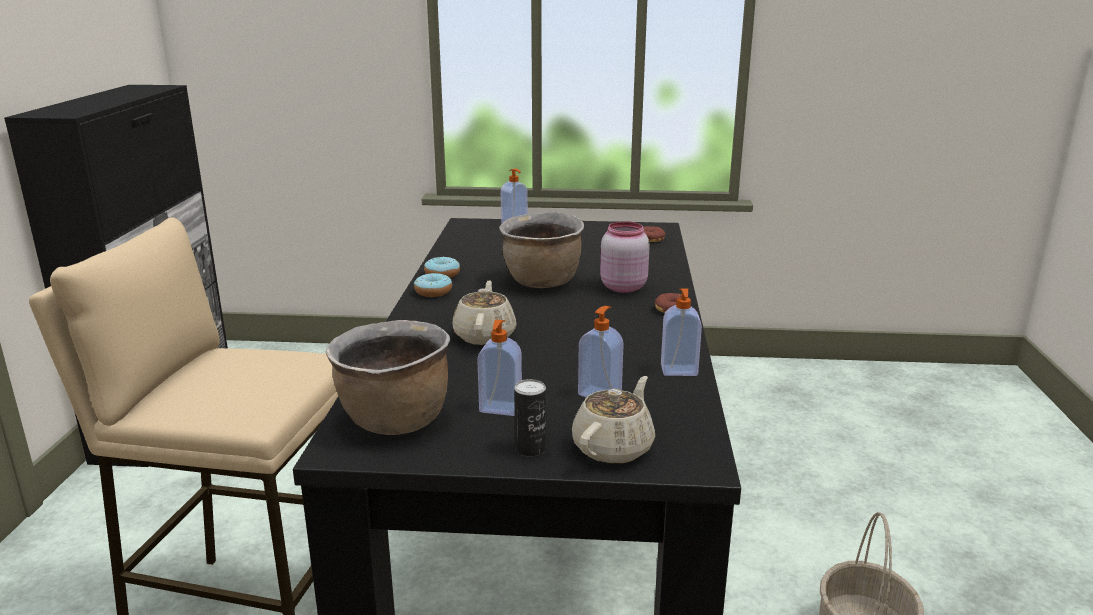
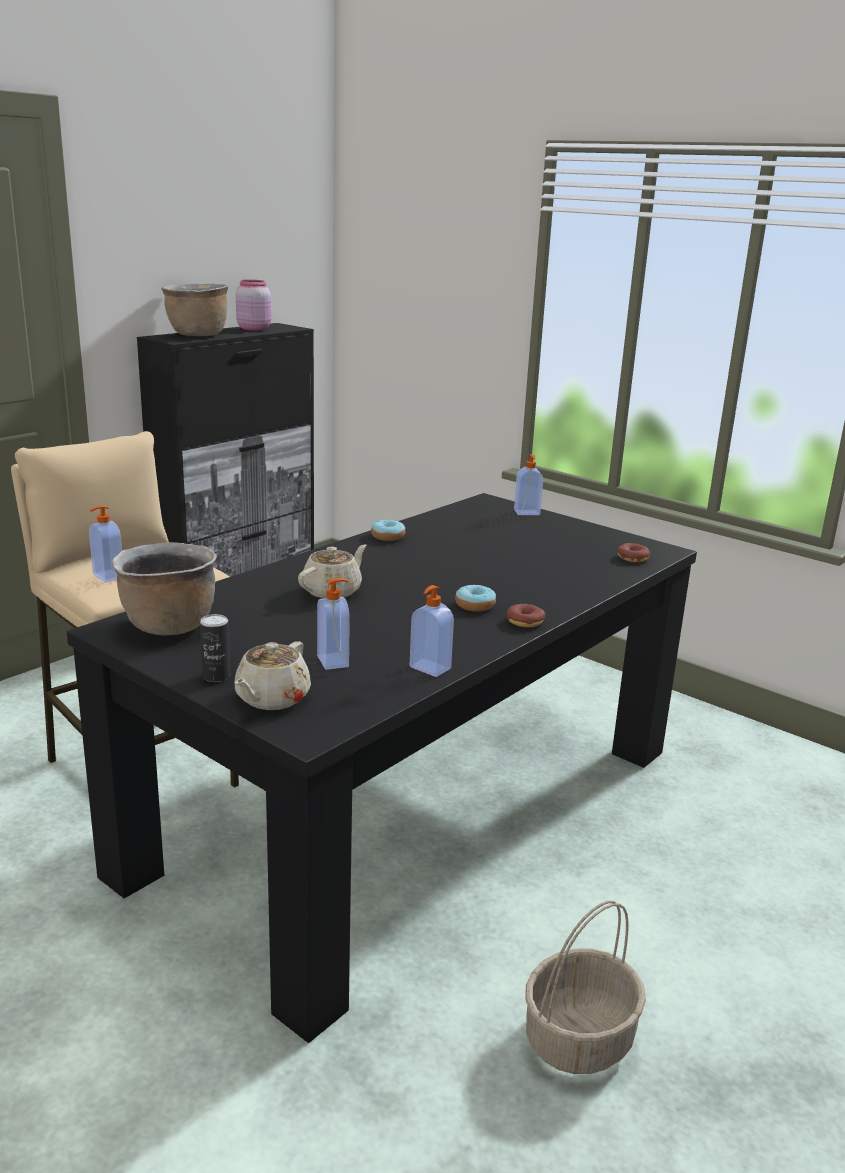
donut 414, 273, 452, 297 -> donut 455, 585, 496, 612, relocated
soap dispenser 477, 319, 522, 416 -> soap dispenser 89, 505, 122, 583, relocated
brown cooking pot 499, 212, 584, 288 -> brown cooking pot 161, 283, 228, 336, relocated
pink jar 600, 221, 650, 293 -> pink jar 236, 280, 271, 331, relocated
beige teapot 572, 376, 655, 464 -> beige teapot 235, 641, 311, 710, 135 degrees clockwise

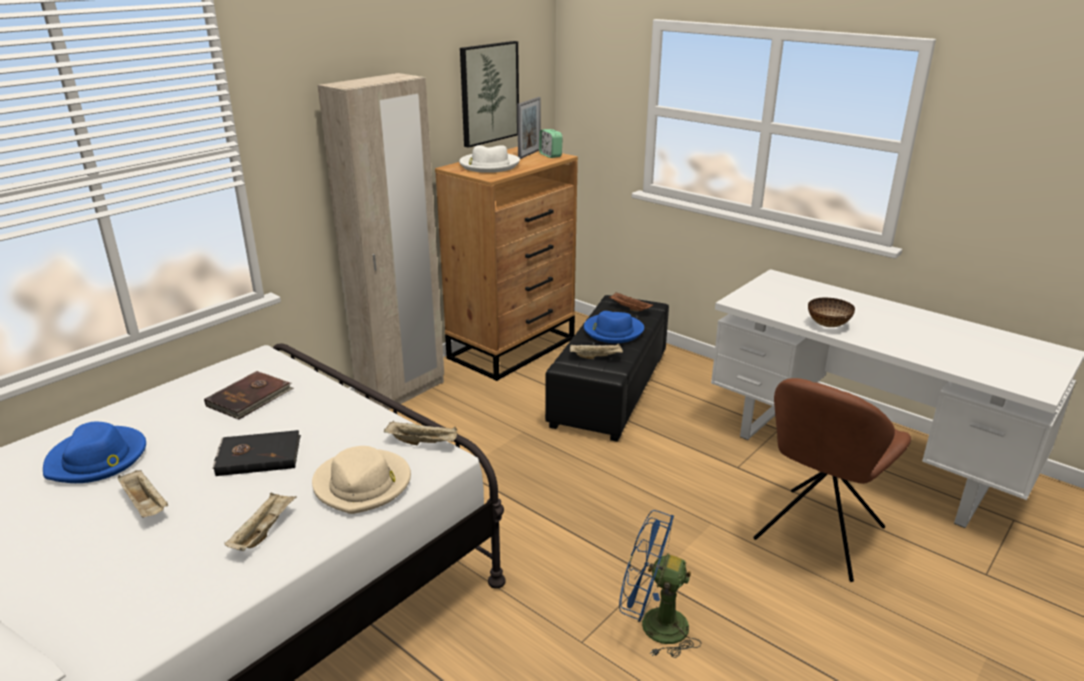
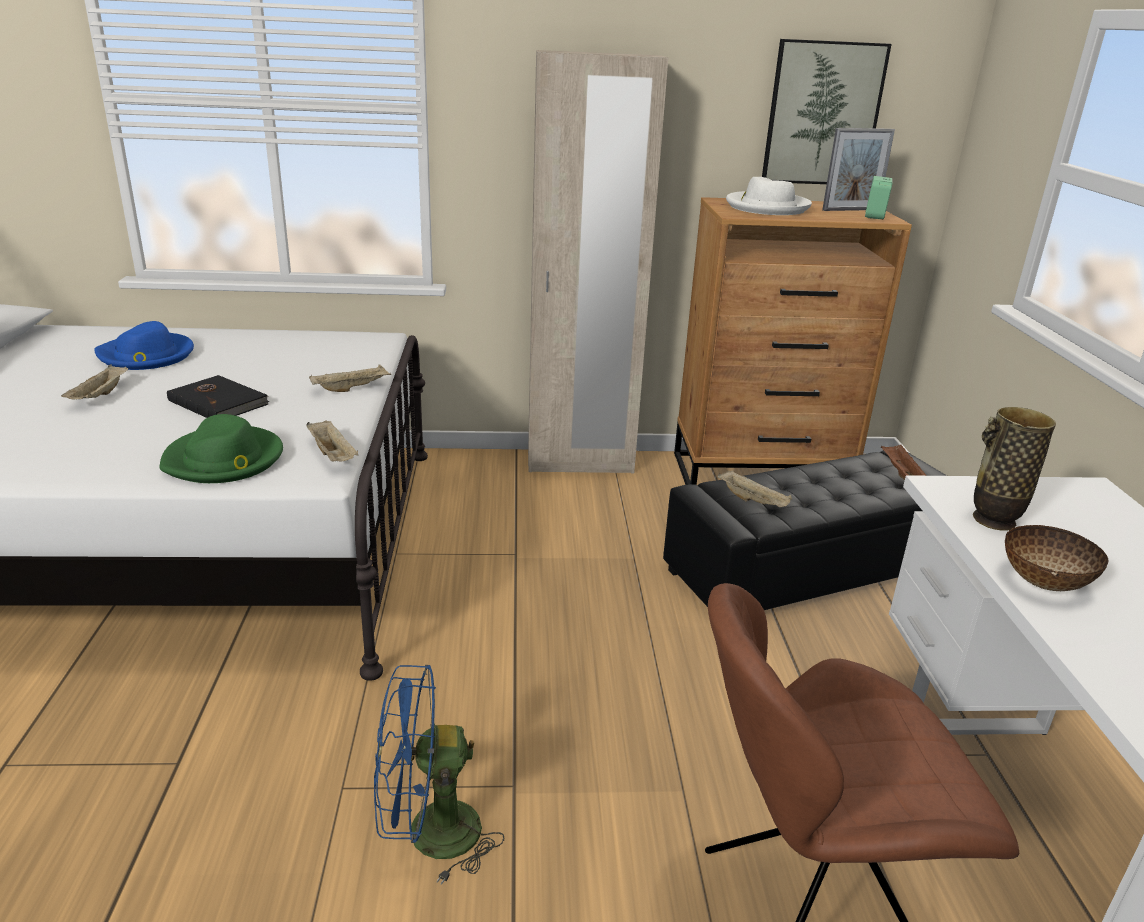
brown book 204, 371, 294, 420 -> none
blue hat 584, 311, 644, 343 -> none
none -> vase 973, 407, 1056, 531
beige tray 224, 492, 297, 551 -> beige tray 309, 364, 391, 392, relocated
beige hat 312, 446, 411, 514 -> green hat 160, 414, 283, 483
blue fan 619, 510, 701, 658 -> blue fan 374, 665, 504, 885, 75 degrees counterclockwise

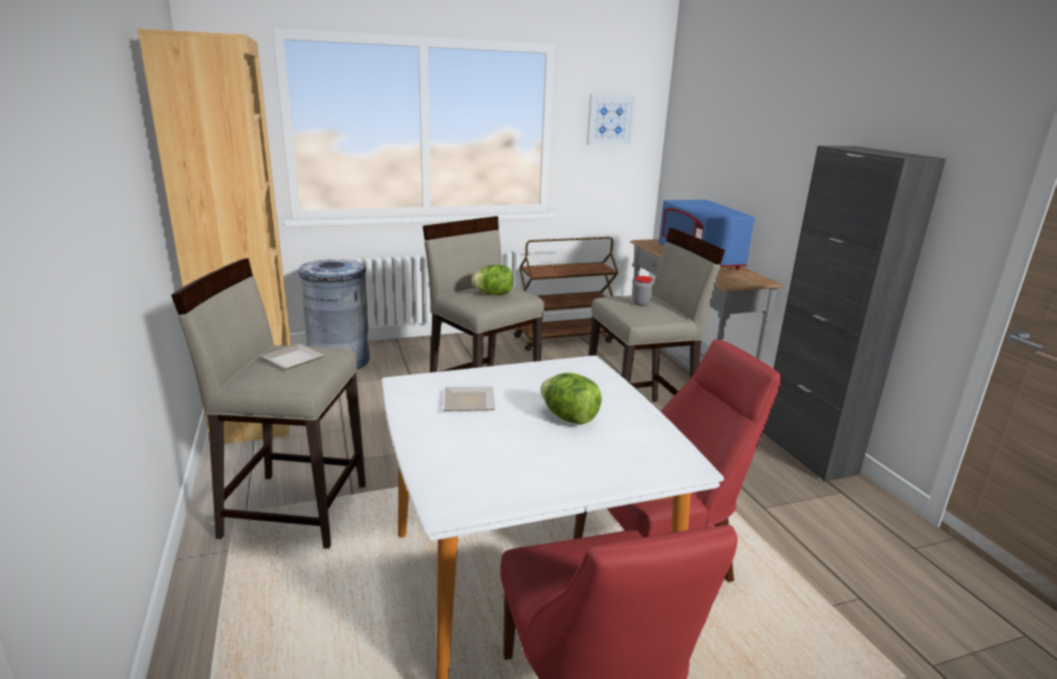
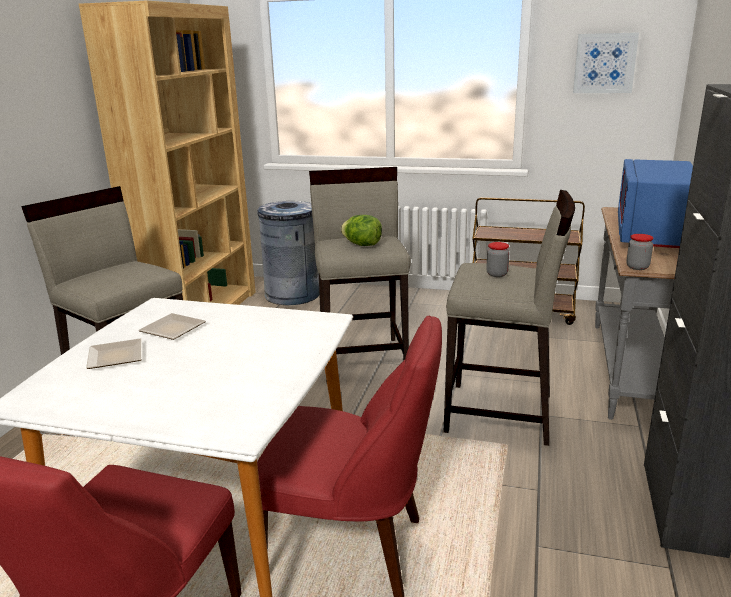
lettuce 541, 373, 602, 425 -> none
none -> jar 626, 234, 653, 270
plate 261, 344, 325, 369 -> plate 86, 338, 142, 369, relocated

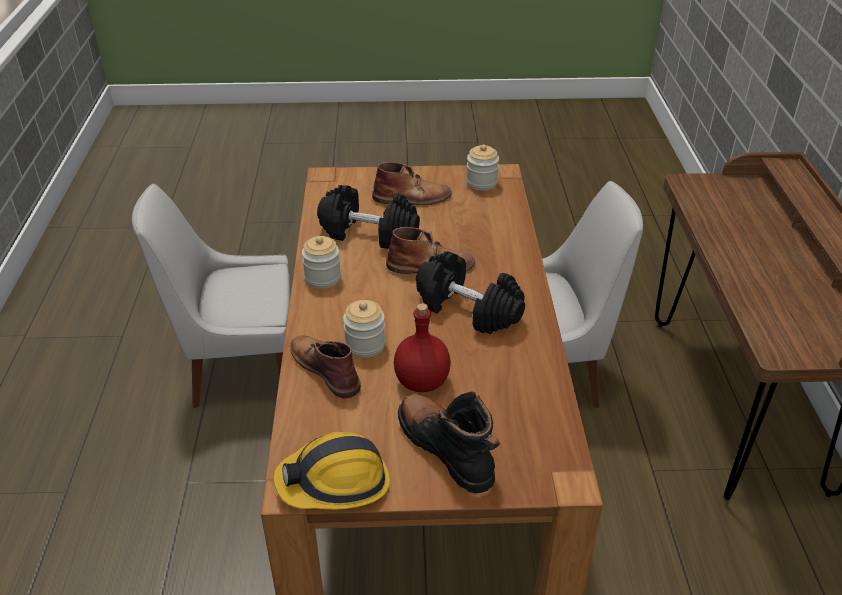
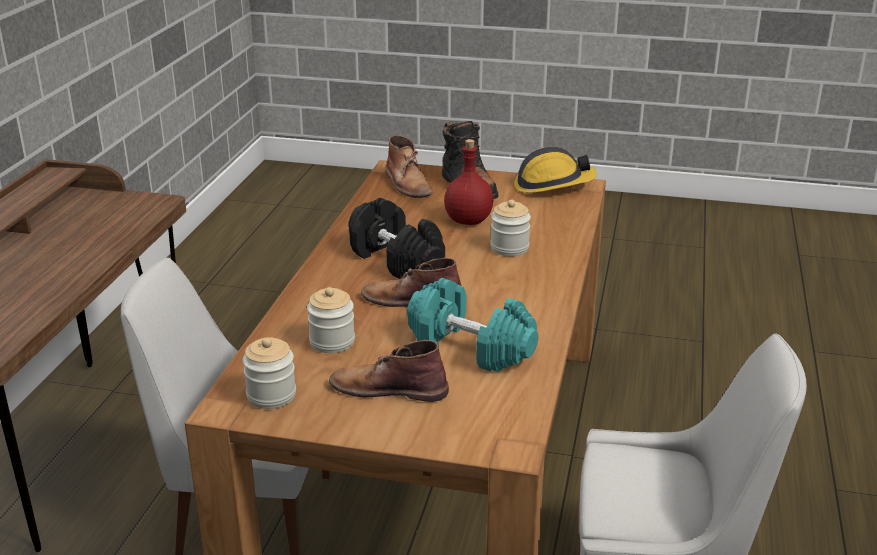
brown boot 290, 335, 361, 398 -> brown boot 385, 135, 433, 198, relocated
jar 302, 236, 341, 289 -> jar 307, 287, 355, 353, relocated
black dumbbell 317, 185, 420, 249 -> turquoise dumbbell 407, 278, 538, 372

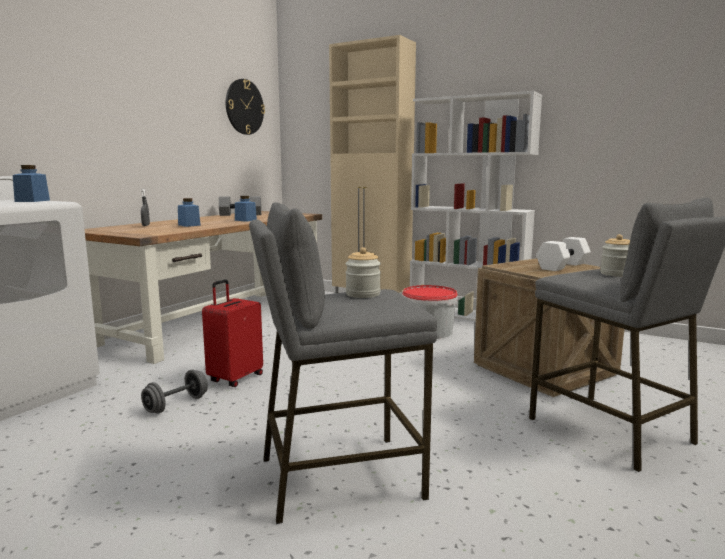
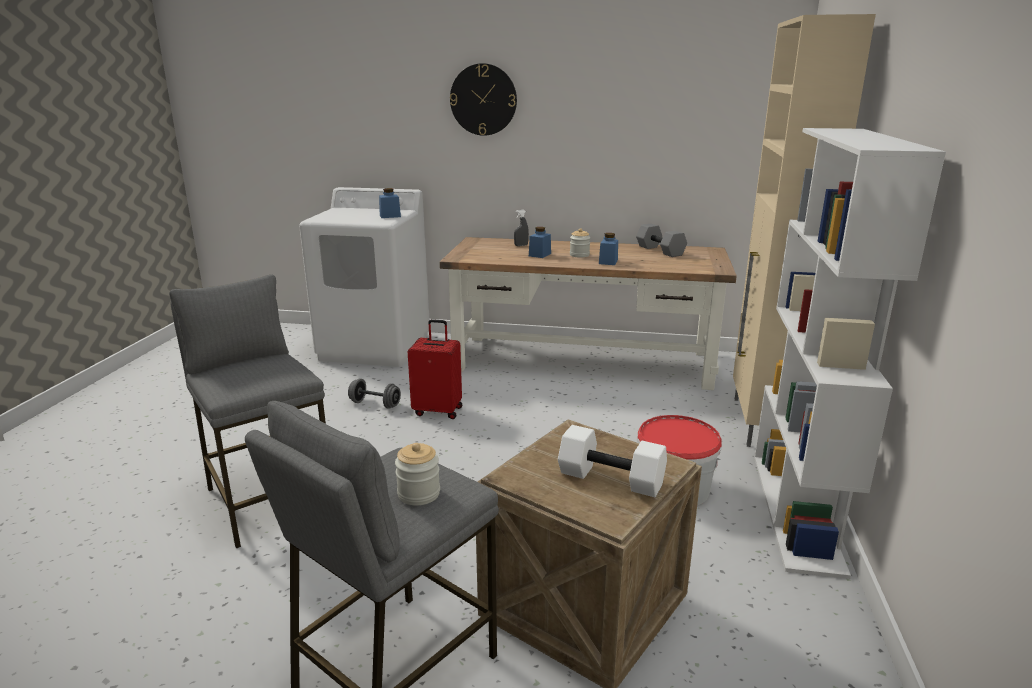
wall clock 226, 79, 265, 135 -> wall clock 450, 63, 517, 136, relocated
jar 345, 247, 381, 298 -> jar 570, 228, 590, 258, relocated

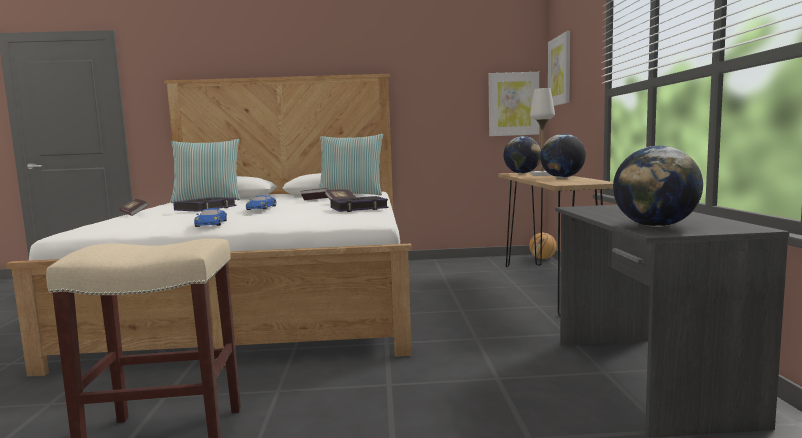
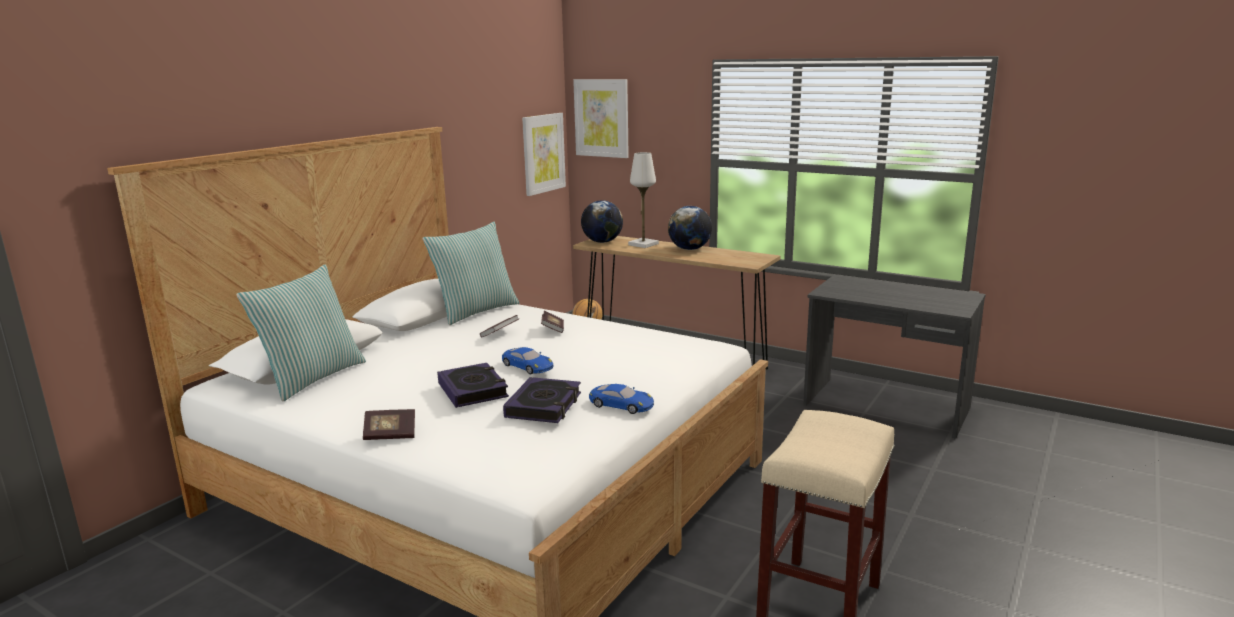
globe 613, 146, 703, 227 -> none
book 330, 196, 388, 212 -> book 503, 377, 581, 423, relocated

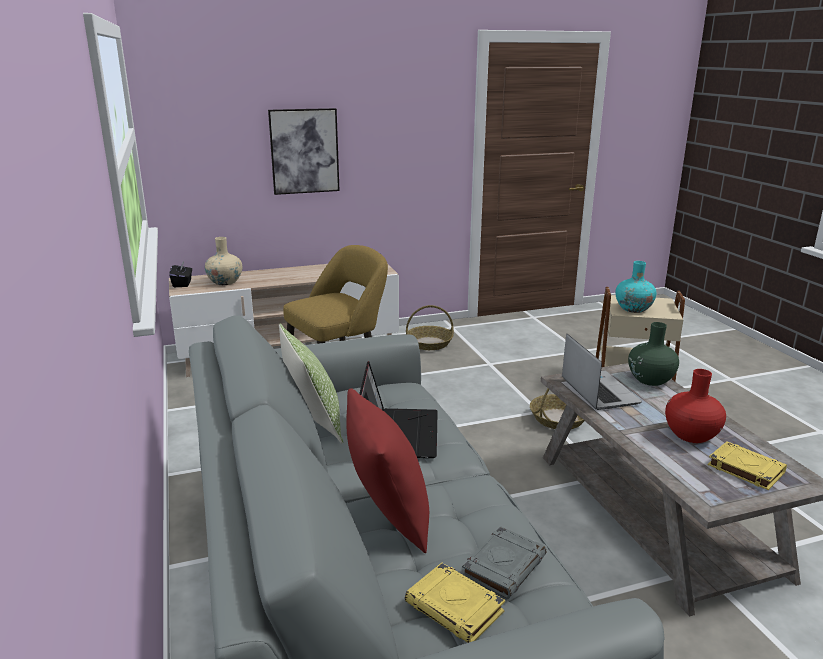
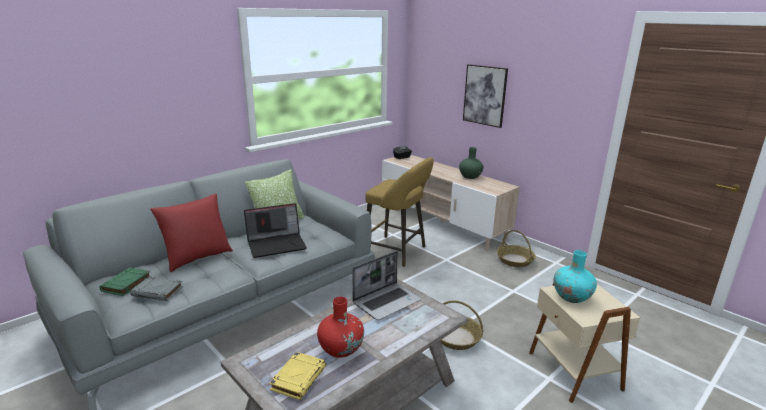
beige vase 205, 237, 242, 285 -> none
green vase 628, 322, 679, 386 -> green vase 459, 147, 483, 179, relocated
yellow book 405, 563, 505, 643 -> green book 99, 267, 151, 296

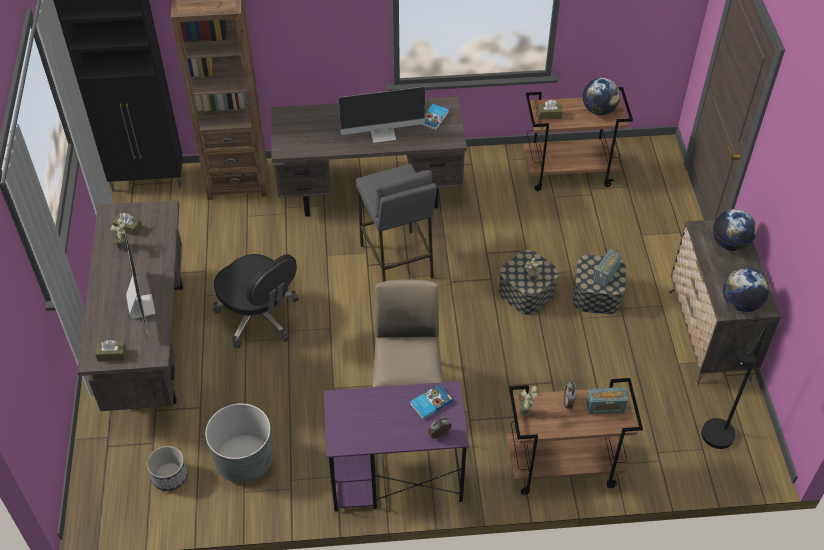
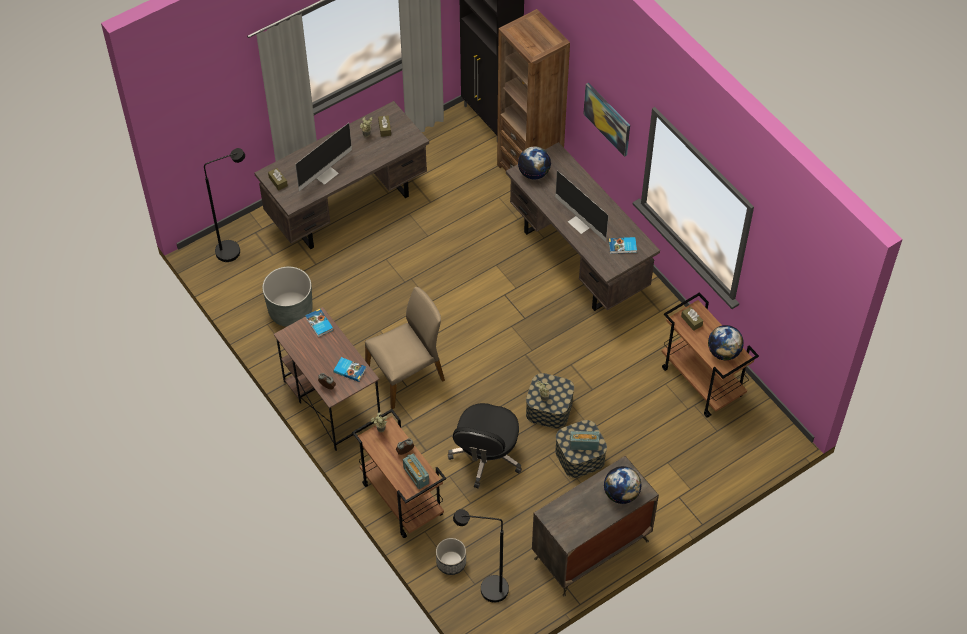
grey stool 356, 164, 437, 282 -> none
none -> black floor lamp 204, 148, 245, 262
none -> book 305, 309, 334, 337
none -> picture 583, 83, 630, 157
planter 147, 446, 188, 491 -> planter 436, 538, 466, 575, relocated
black office chair 213, 254, 299, 348 -> black office chair 448, 403, 522, 489, relocated
globe 723, 268, 769, 312 -> globe 518, 146, 551, 179, relocated
purple desk 324, 381, 469, 511 -> brown desk 274, 307, 381, 451

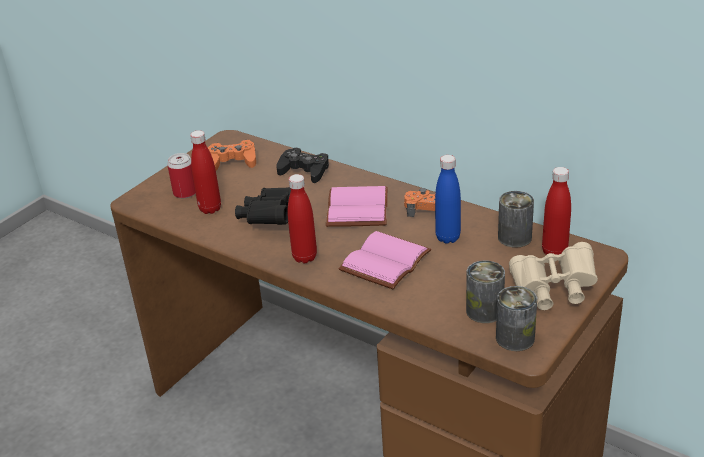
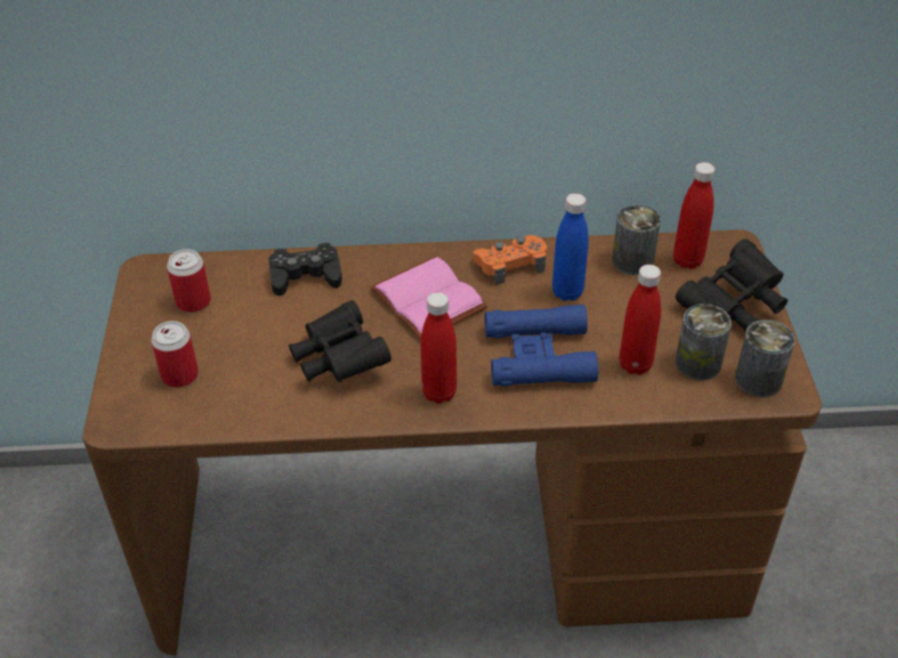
red bottle 190, 130, 221, 214 -> red bottle 619, 264, 661, 375, relocated
orange game controller 208, 140, 256, 170 -> can 167, 249, 211, 313
pink book 339, 231, 431, 289 -> blue binoculars 485, 304, 598, 386
beige binoculars 509, 242, 598, 310 -> black binoculars 676, 239, 788, 332

